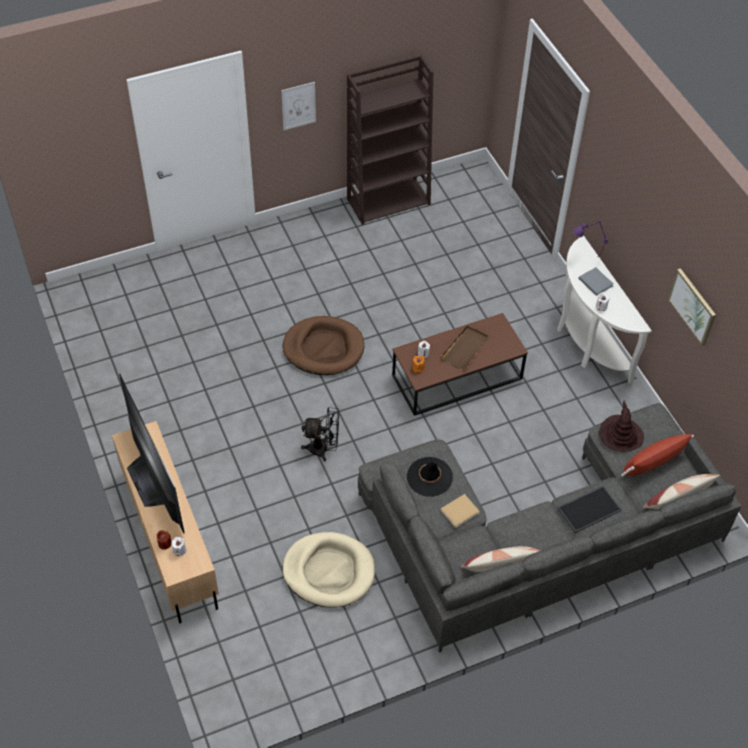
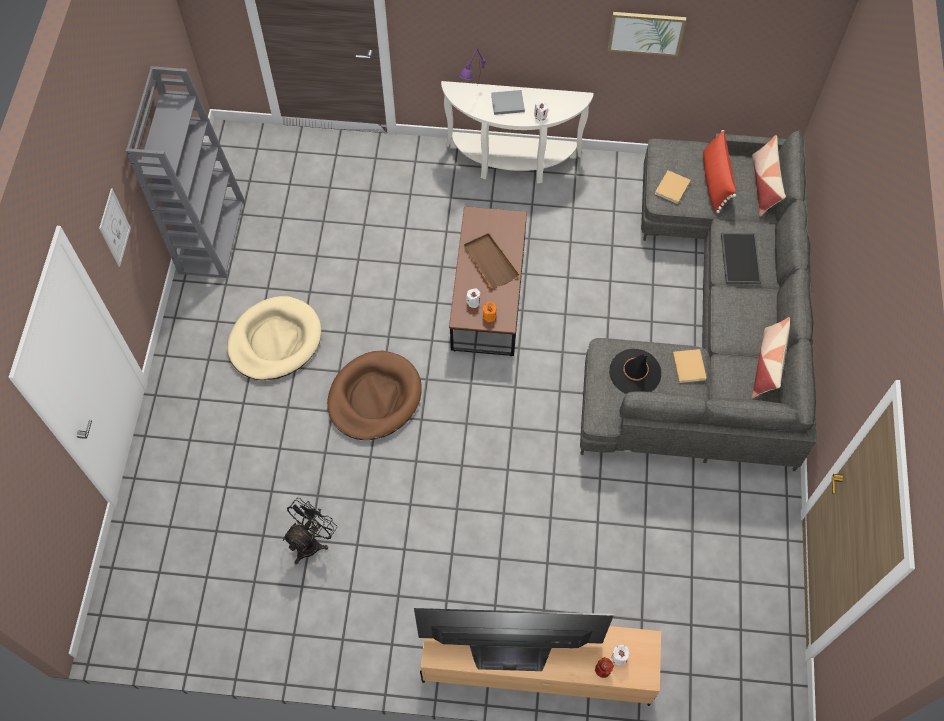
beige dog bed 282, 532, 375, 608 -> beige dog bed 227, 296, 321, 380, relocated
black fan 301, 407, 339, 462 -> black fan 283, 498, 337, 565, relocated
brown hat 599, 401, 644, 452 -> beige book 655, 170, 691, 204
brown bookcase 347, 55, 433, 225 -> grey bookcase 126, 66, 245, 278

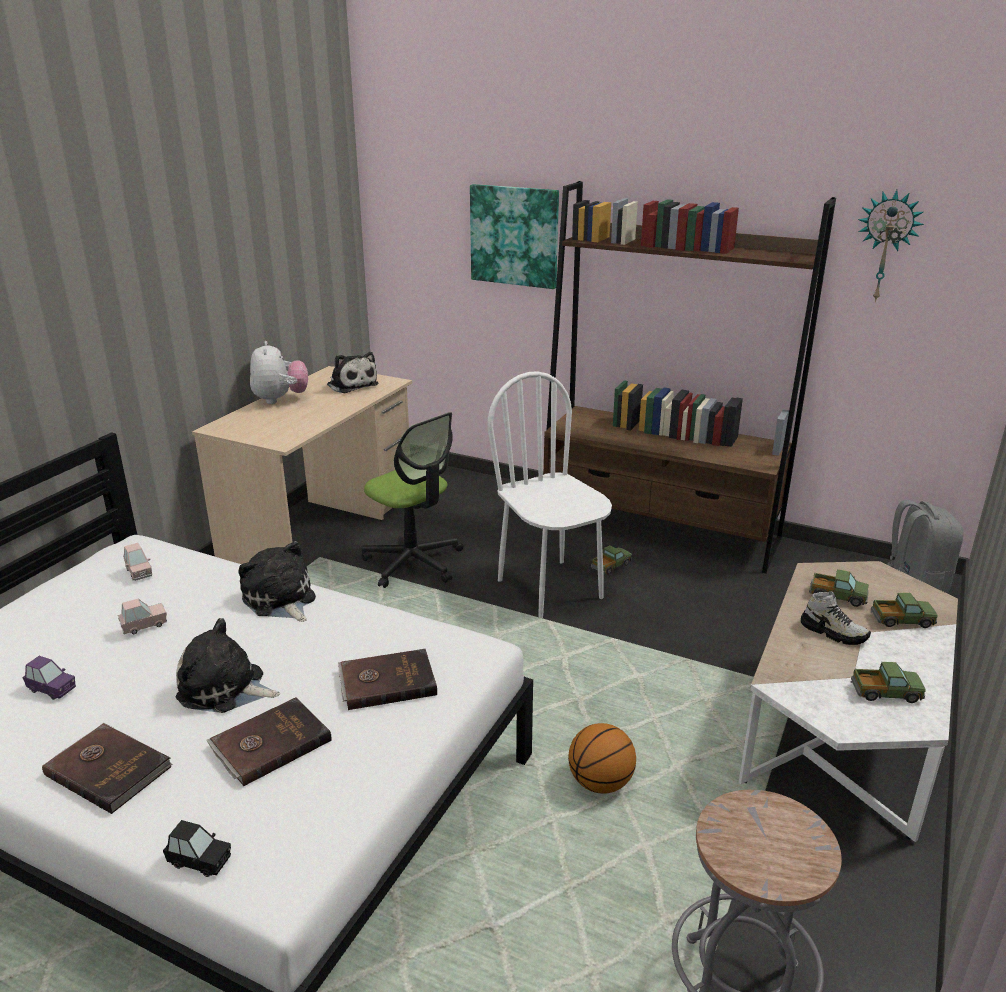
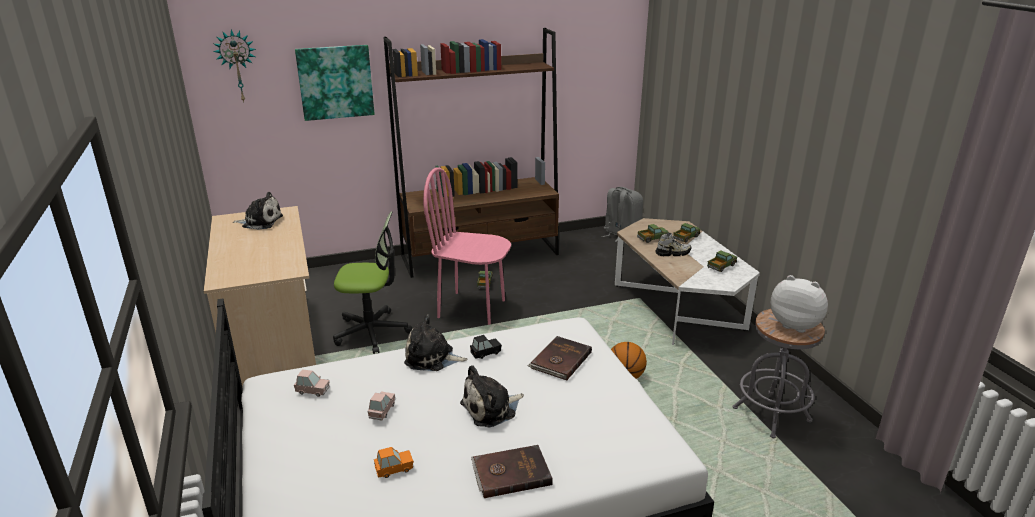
brown book 207, 697, 332, 786 -> none
black toy car 163, 820, 231, 877 -> black toy car 470, 335, 502, 359, relocated
plush toy 250, 341, 308, 404 -> plush toy 770, 275, 828, 333, relocated
wall clock 858, 190, 924, 302 -> wall clock 213, 29, 256, 102, relocated
purple toy car 22, 656, 76, 700 -> orange toy car 374, 447, 414, 478
white chair 487, 371, 612, 618 -> pink chair 423, 167, 511, 325

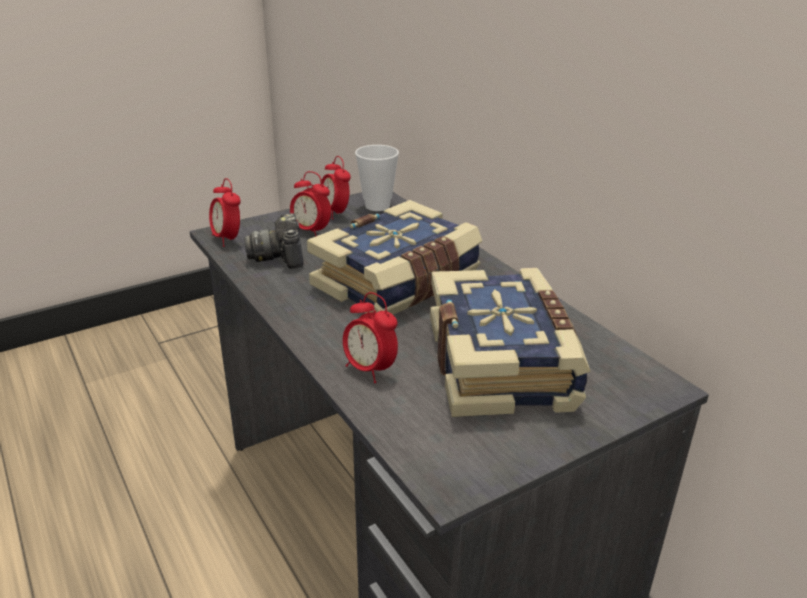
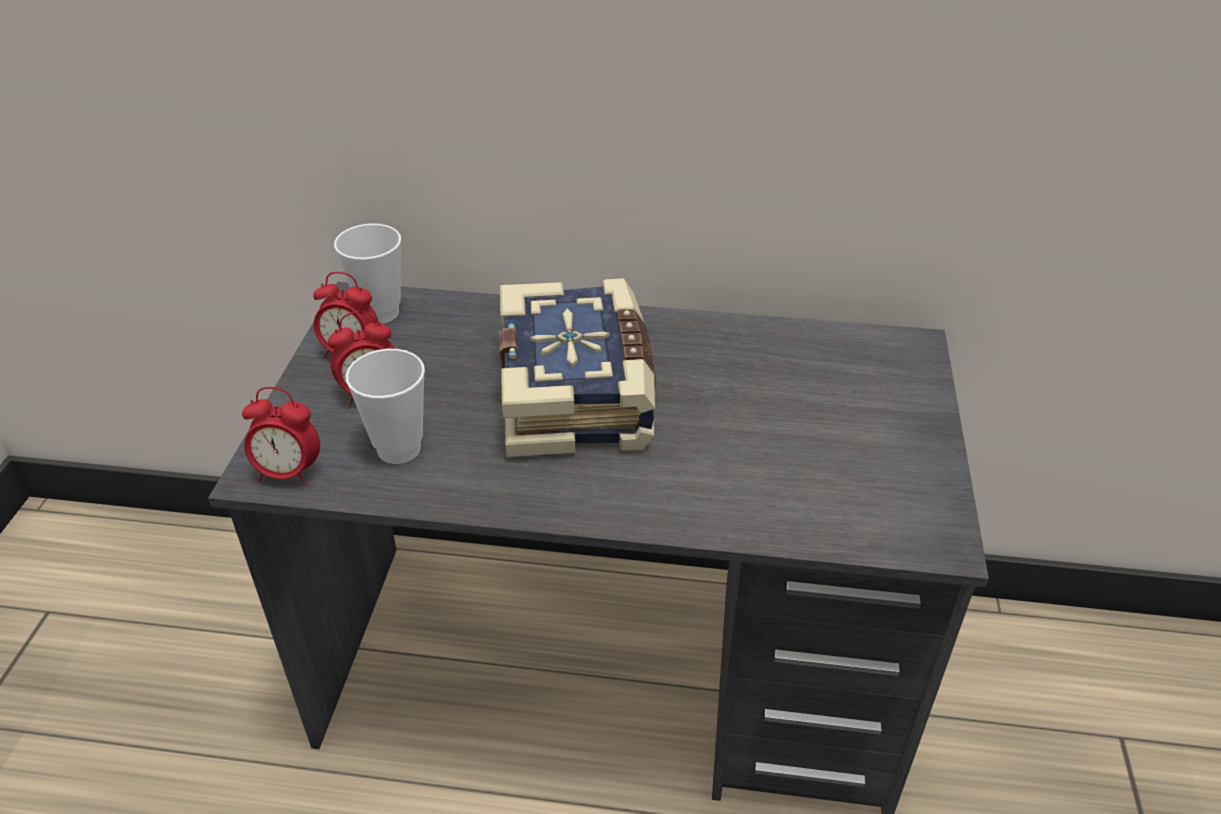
alarm clock 343, 292, 398, 383 -> none
book 430, 268, 591, 417 -> none
photo camera 244, 213, 304, 269 -> cup 346, 349, 425, 464

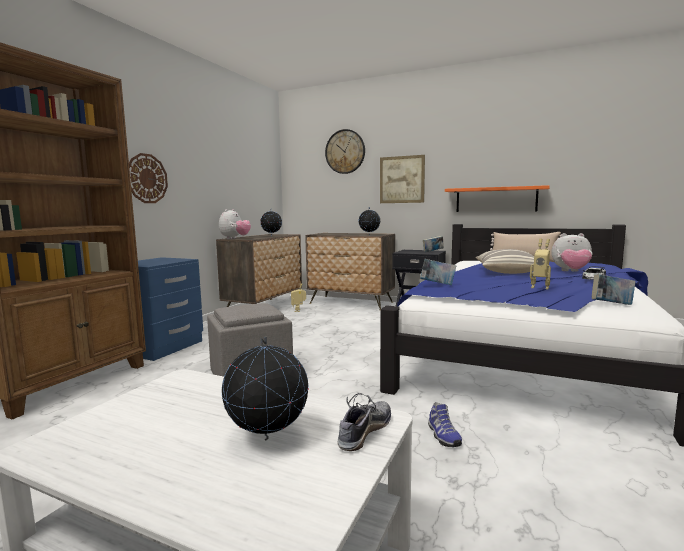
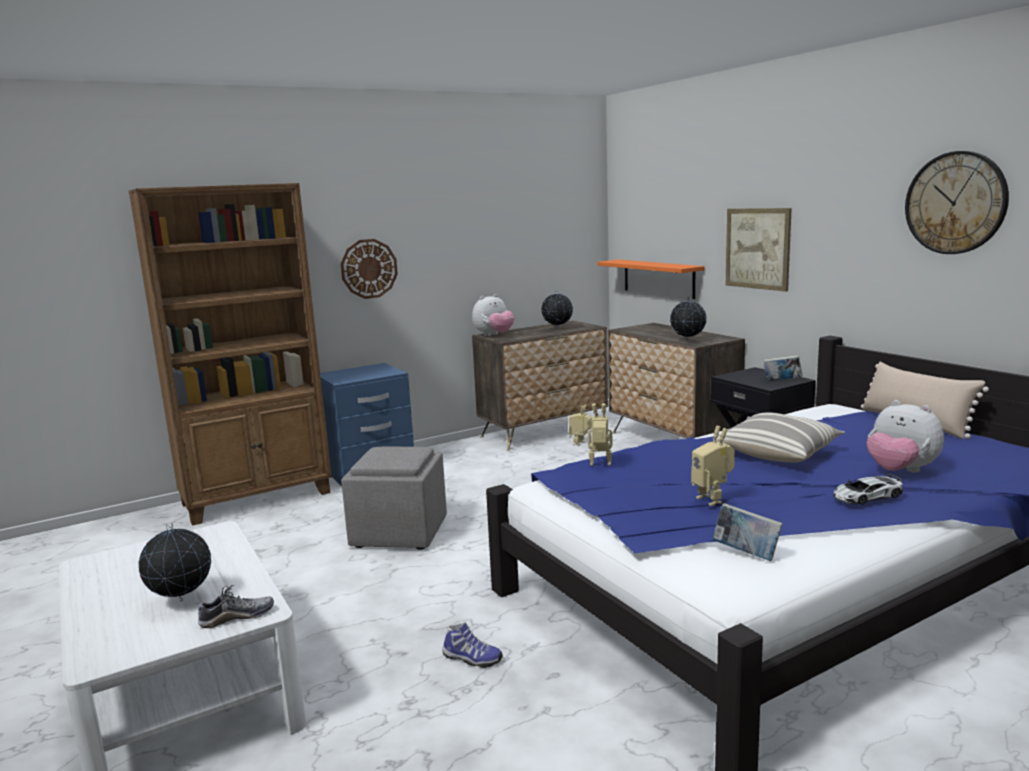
wall clock 325, 129, 365, 174 -> wall clock 905, 151, 1009, 254, relocated
orange shelf 445, 185, 550, 212 -> orange shelf 597, 260, 704, 299, relocated
book 420, 259, 456, 285 -> toy robot 588, 403, 612, 465
shoe 428, 402, 462, 447 -> shoe 442, 623, 503, 668, 90 degrees counterclockwise

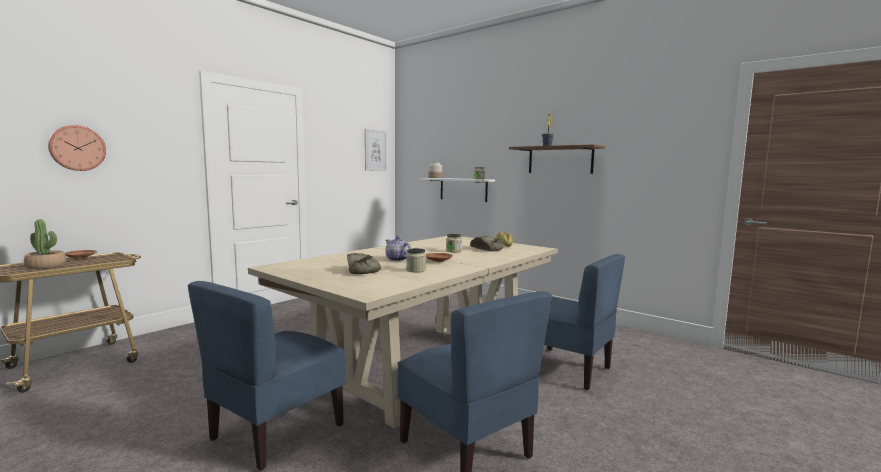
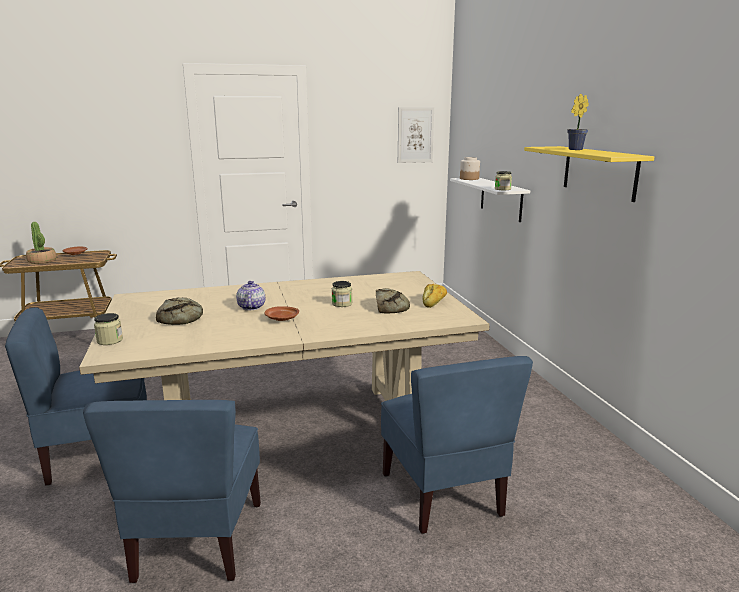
wall clock 48, 125, 106, 171 -> none
jar 406, 248, 426, 273 -> jar 94, 313, 123, 345, relocated
brown shelf 509, 145, 605, 174 -> yellow shelf 524, 146, 654, 202

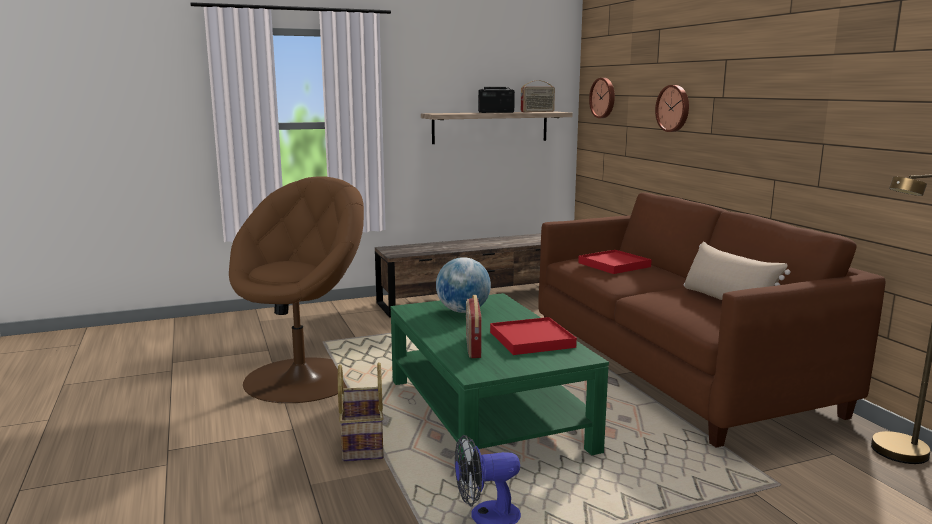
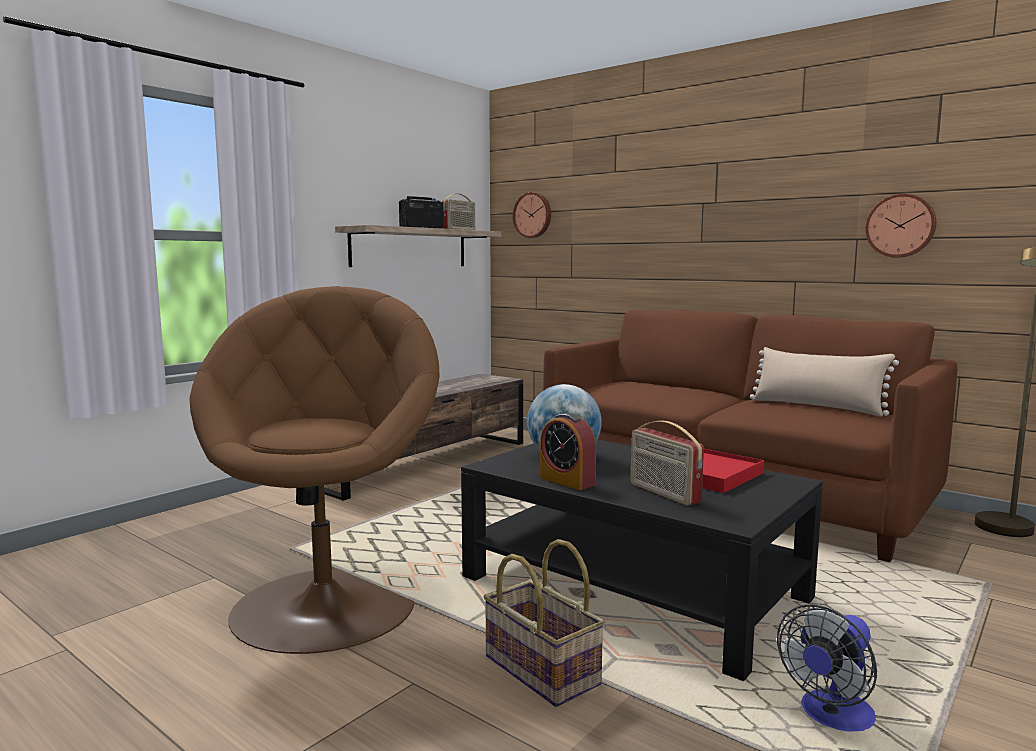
red tray 578, 250, 652, 274 -> none
none -> alarm clock 540, 413, 596, 490
wall clock 655, 85, 689, 132 -> wall clock 865, 194, 936, 258, relocated
green coffee table 390, 293, 609, 461 -> black coffee table 461, 440, 823, 681

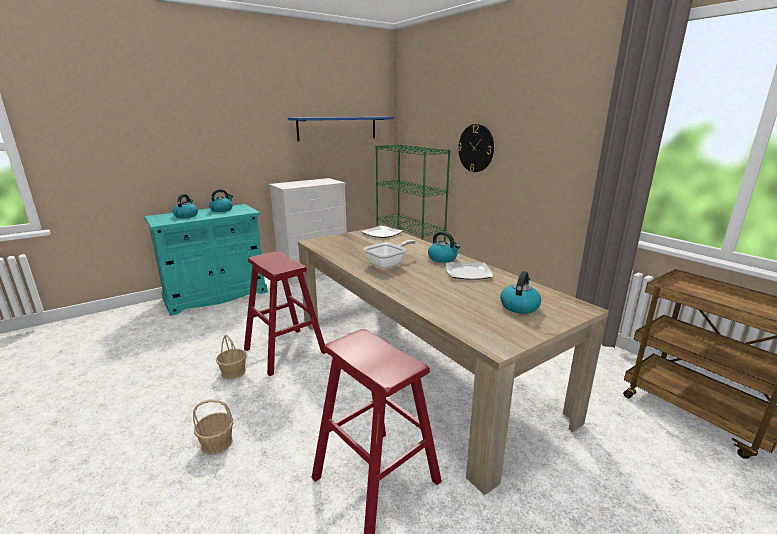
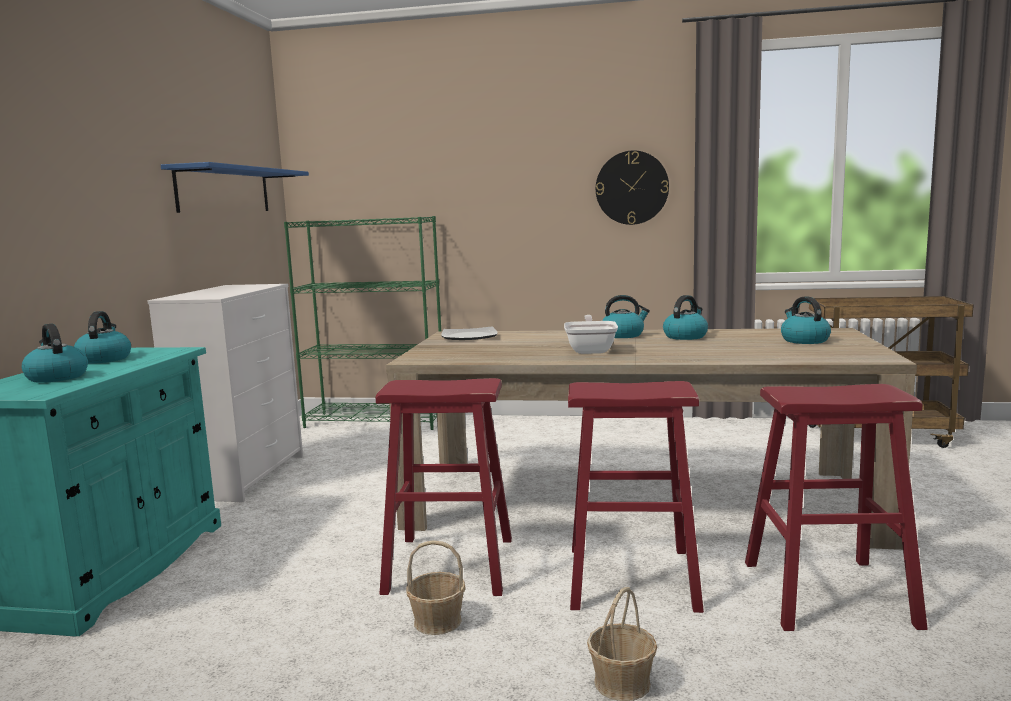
none -> red stool 568, 381, 704, 613
wall clock 458, 124, 494, 172 -> wall clock 596, 151, 669, 225, relocated
plate 446, 262, 493, 280 -> kettle 663, 295, 708, 340

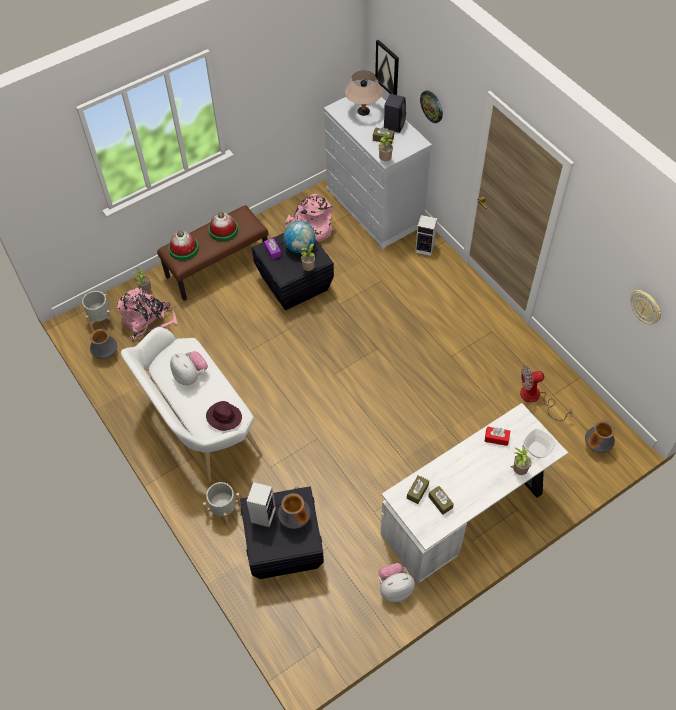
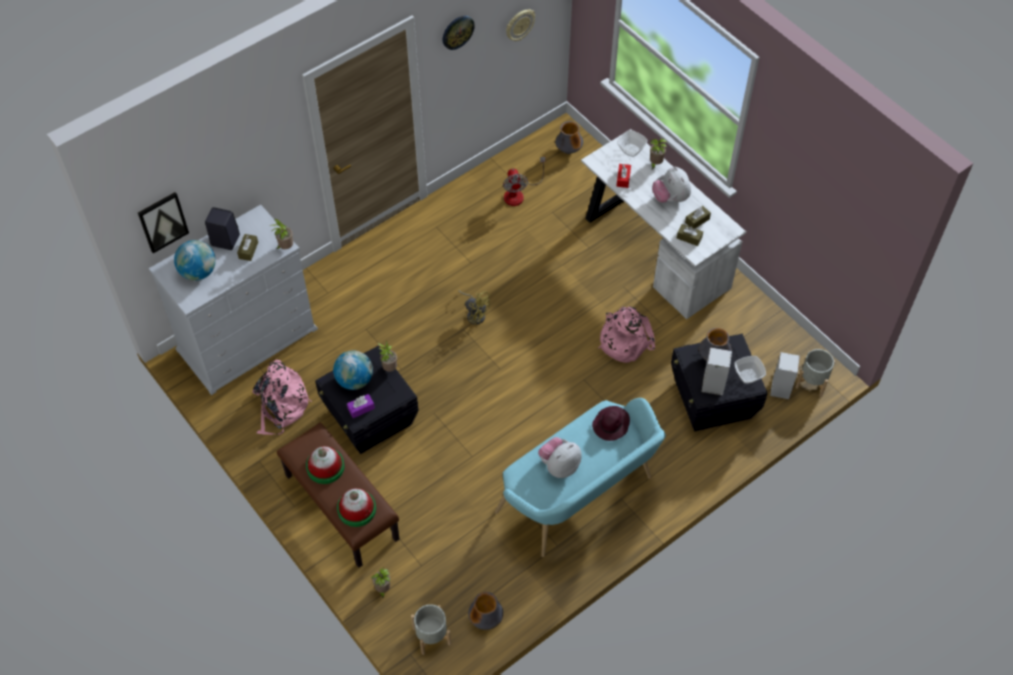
none -> yellow fan 459, 290, 490, 325
none -> bowl 735, 356, 766, 384
pink backpack 117, 287, 177, 339 -> pink backpack 599, 307, 655, 363, relocated
grey planter 203, 482, 241, 527 -> grey planter 795, 349, 835, 397, relocated
plush toy 378, 563, 415, 602 -> plush toy 652, 166, 691, 203, relocated
speaker 415, 215, 437, 256 -> speaker 770, 352, 800, 399, relocated
wall clock 420, 90, 443, 123 -> wall clock 443, 16, 475, 50, relocated
beige table lamp 345, 71, 382, 116 -> globe 174, 240, 216, 281
white bench 121, 327, 263, 483 -> turquoise bench 495, 398, 666, 557

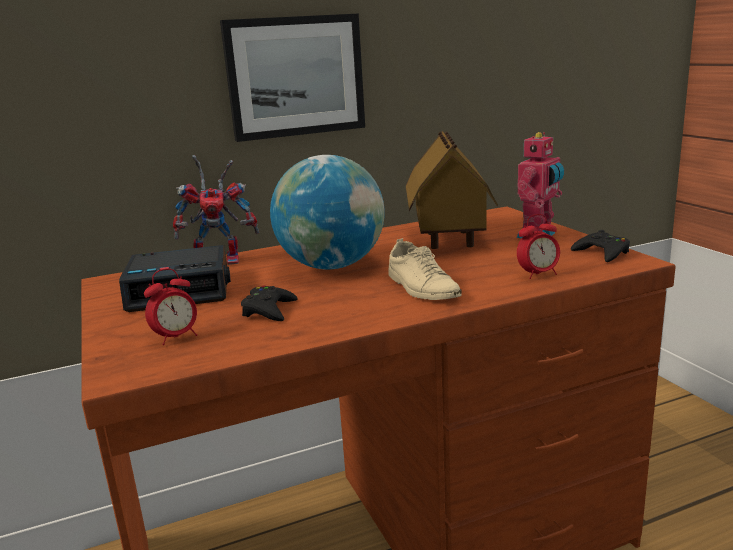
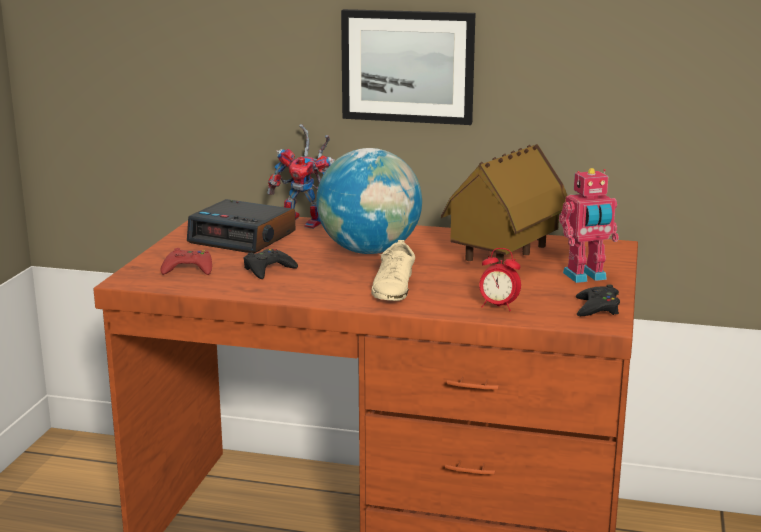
alarm clock 144, 268, 197, 345 -> red game controller 160, 248, 212, 275

